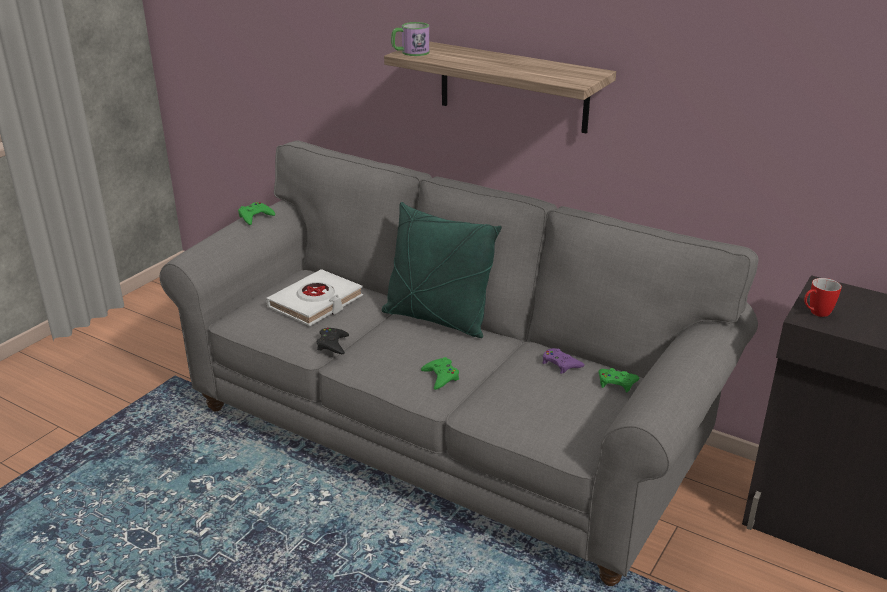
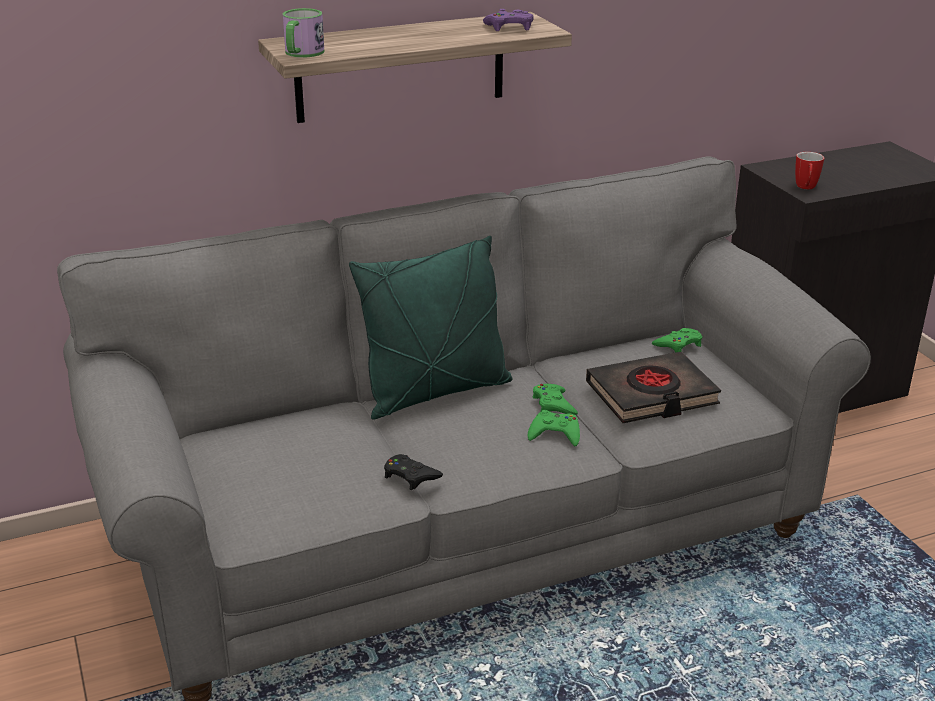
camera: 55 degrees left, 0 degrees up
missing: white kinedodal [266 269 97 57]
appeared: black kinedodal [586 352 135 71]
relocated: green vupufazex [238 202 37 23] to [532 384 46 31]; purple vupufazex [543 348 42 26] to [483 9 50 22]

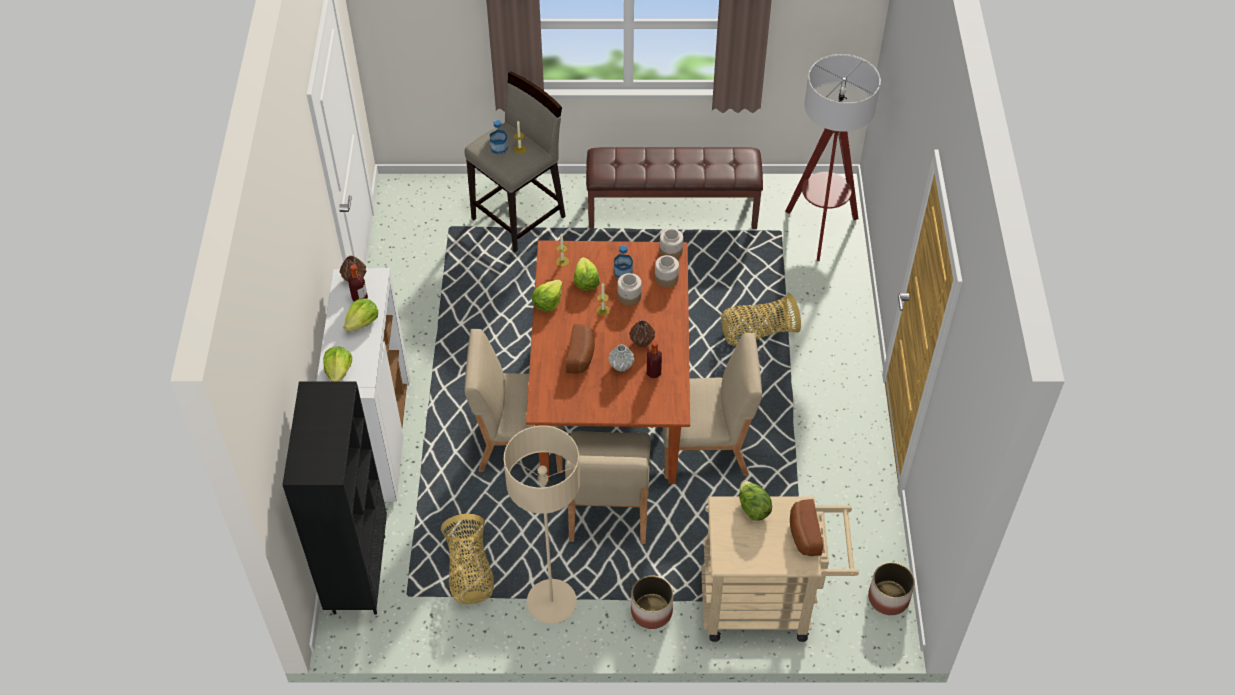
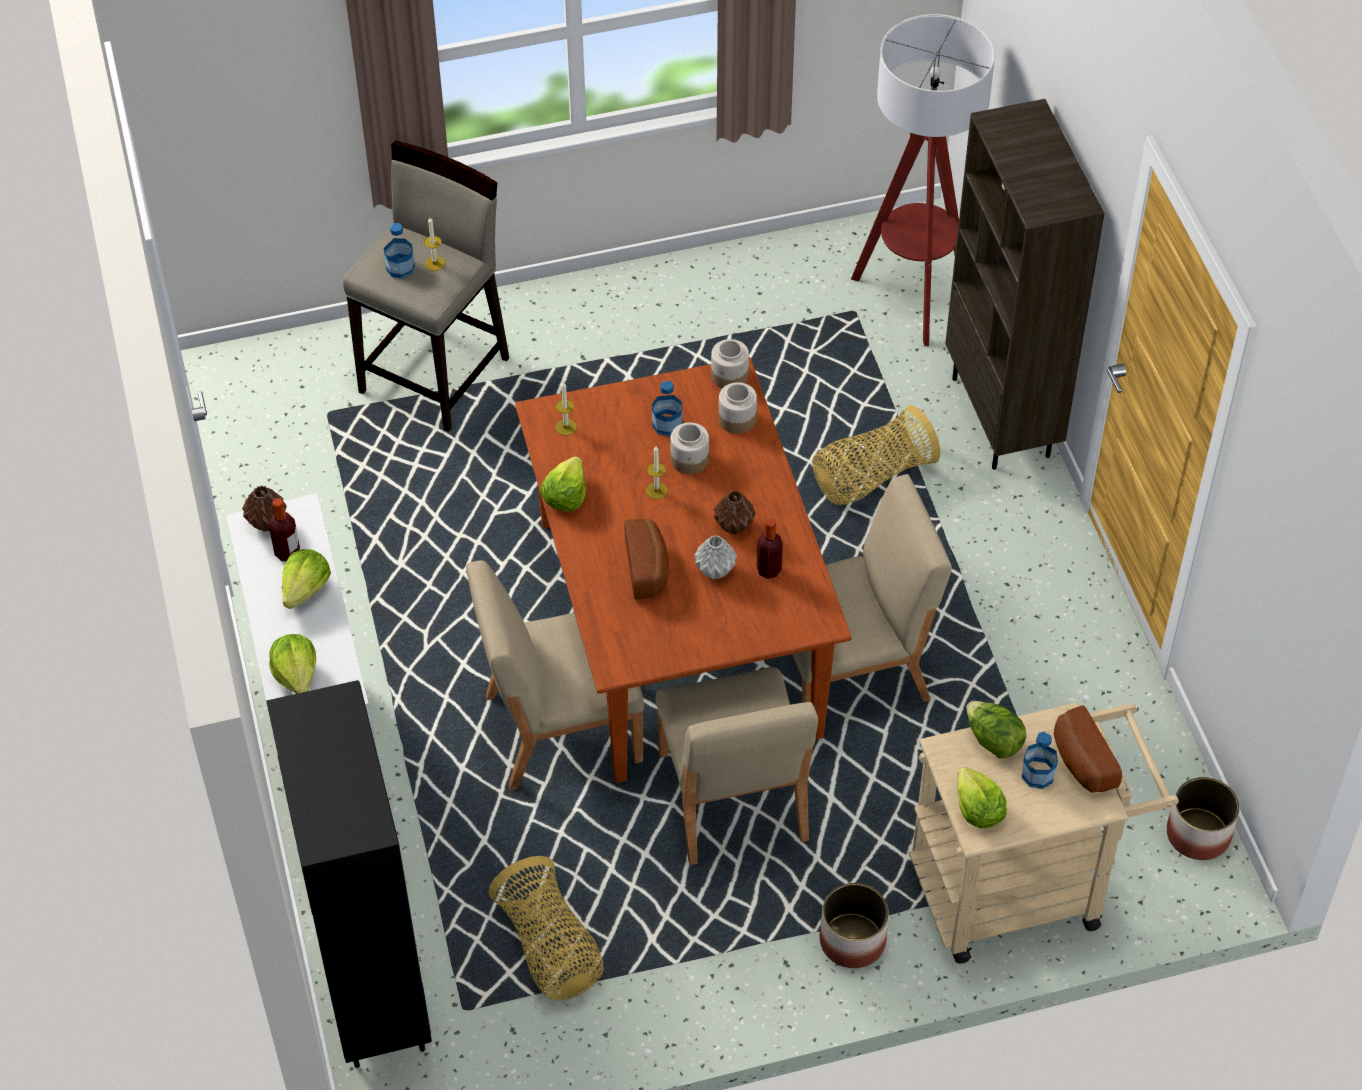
camera: 15 degrees left, 0 degrees up
missing: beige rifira [504 426 76 198]; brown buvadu [586 147 177 82]
appeared: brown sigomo [945 99 160 371]; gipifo [1022 731 36 58]
relocated: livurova [574 257 26 34] to [957 767 50 61]

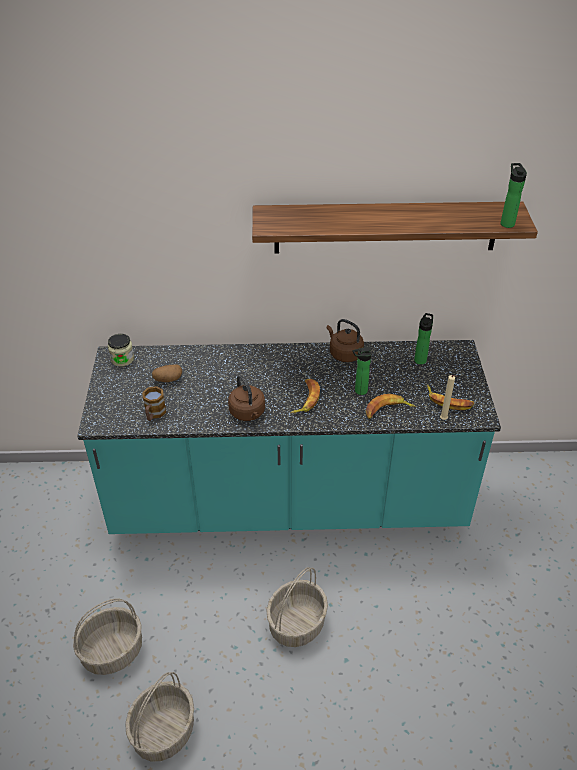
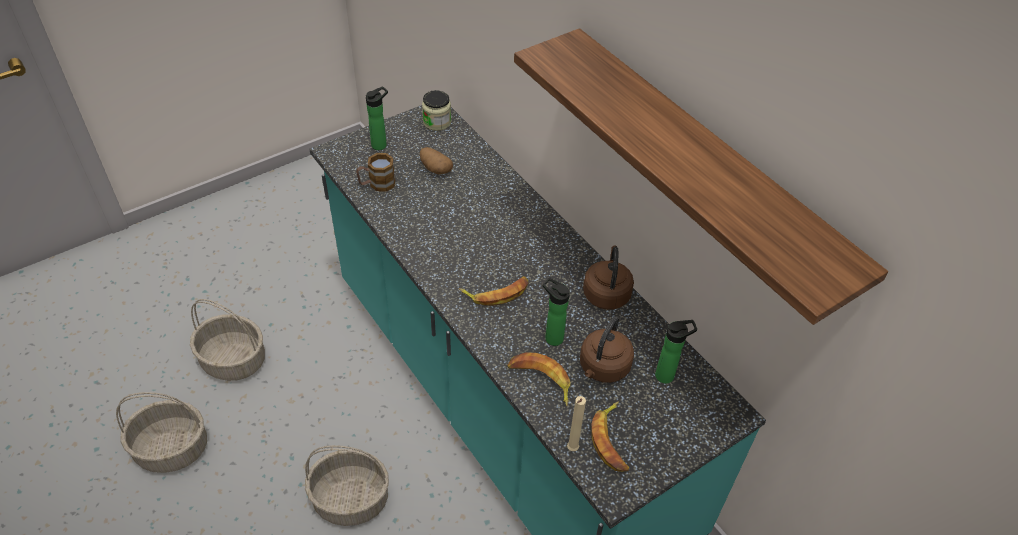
camera: 55 degrees right, 5 degrees up
relocated: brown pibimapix [228 375 37 46] to [580 316 54 67]; gipifo [501 163 26 65] to [366 86 22 64]

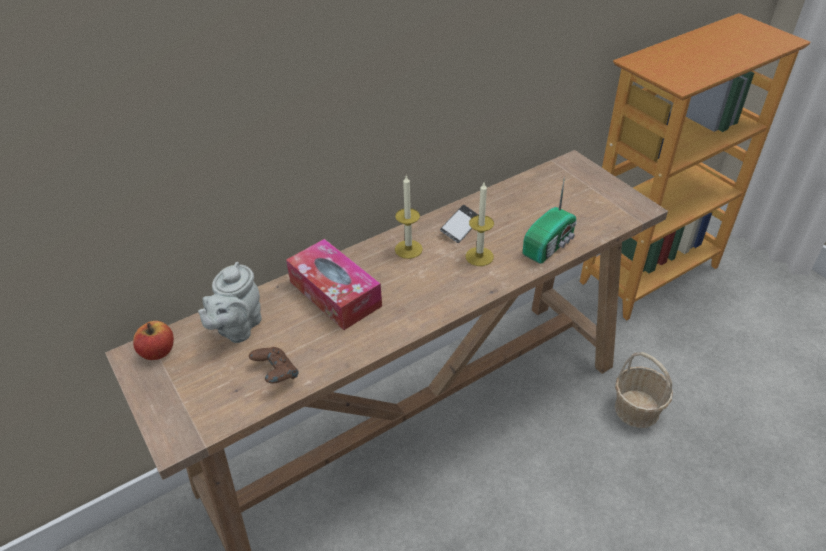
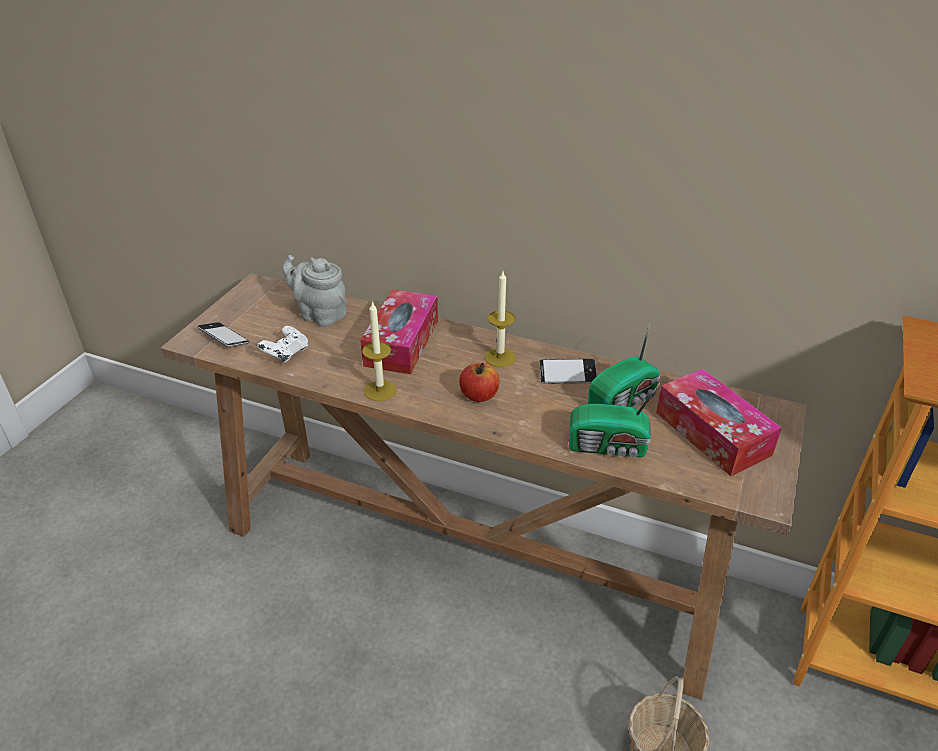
camera: 55 degrees right, 5 degrees down
appeared: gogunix [198 322 52 25]; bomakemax [588 323 72 84]; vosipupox [656 368 126 108]
relocated: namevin [133 321 41 39] to [459 363 41 39]; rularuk [466 183 28 83] to [362 301 35 100]
colour: brown vupufazex [249 347 50 37] to white vupufazex [258 326 50 37]
spun: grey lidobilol [198 262 64 81] = [282 255 65 72] 45 degrees clockwise

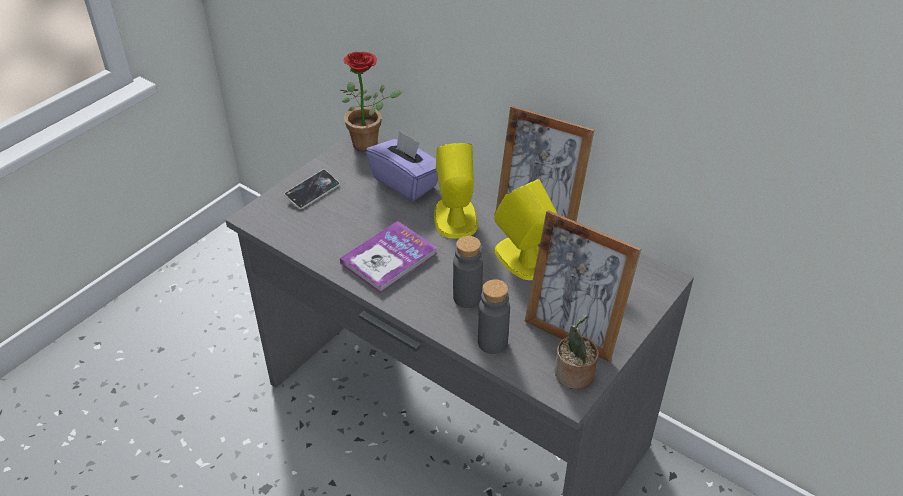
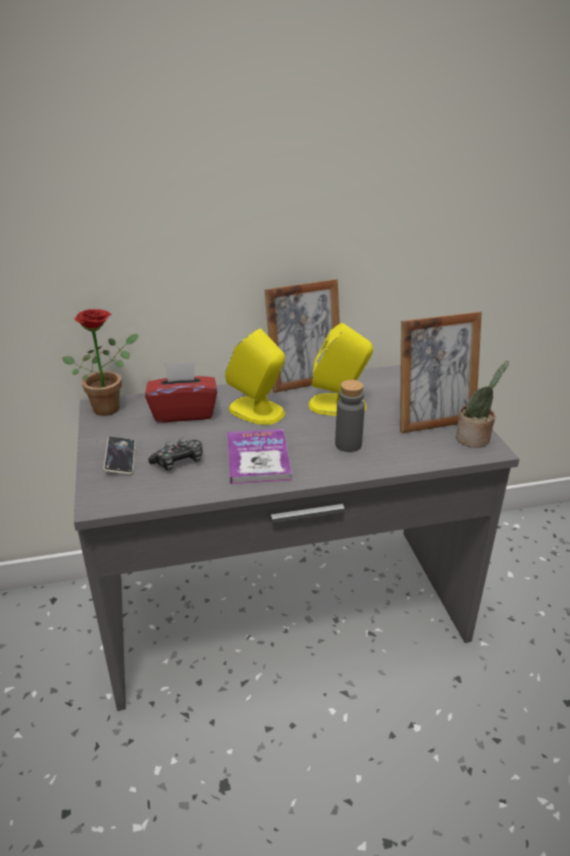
camera: 50 degrees left, 10 degrees down
missing: grey gipifo [478 279 32 75]
appeared: vupufazex [148 438 55 33]
colour: purple vosipupox [366 130 72 71] to red vosipupox [145 362 72 61]

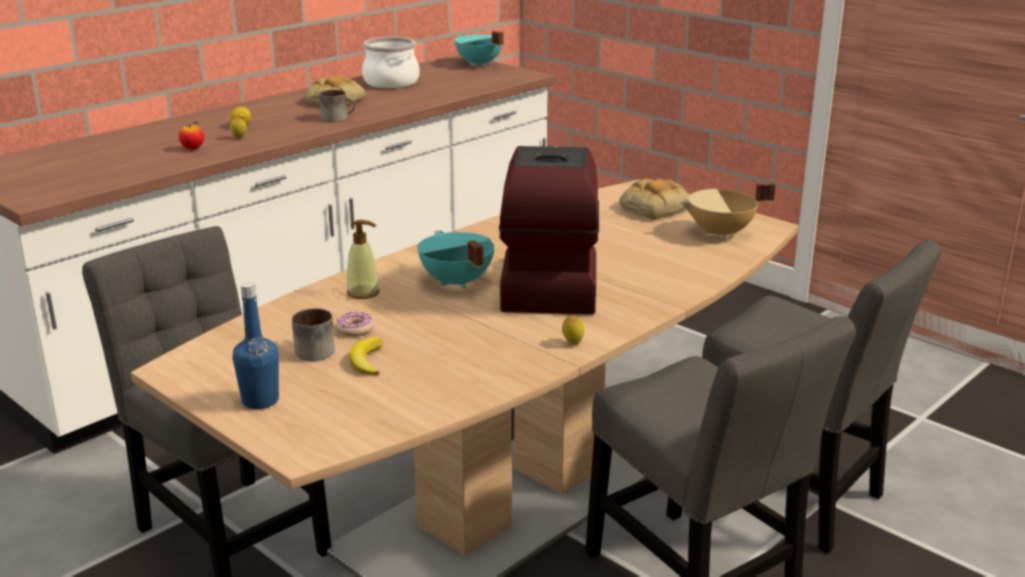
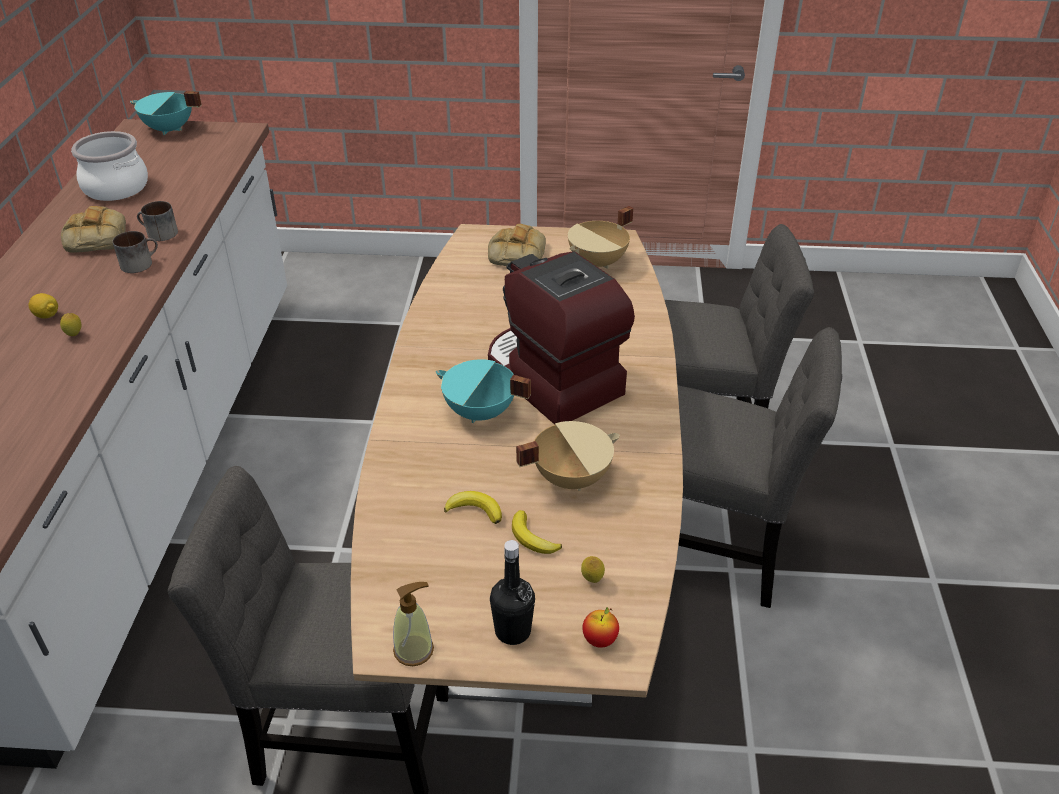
camera: 40 degrees left, 15 degrees up
appeared: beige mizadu [516 421 104 70]
relocated: namevin [179 121 25 29] to [582 607 37 41]; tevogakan [292 308 43 53] to [137 201 41 40]; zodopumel [347 220 33 79] to [393 582 41 84]; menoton [562 316 22 29] to [581 556 24 27]
exchanged: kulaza [336 312 38 25] to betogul [444 491 58 33]
colour: blue gipifo [233 282 46 127] to black gipifo [490 540 45 105]

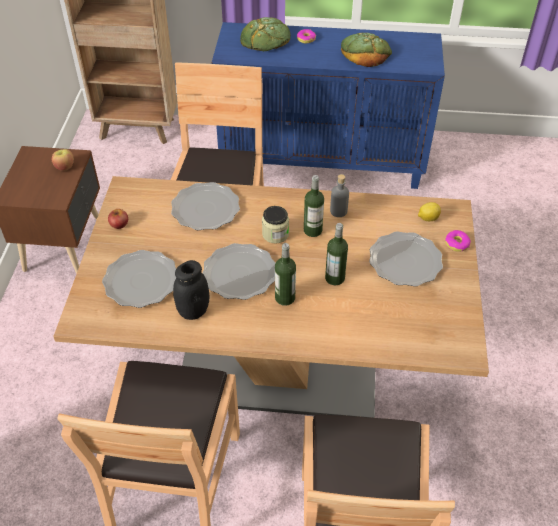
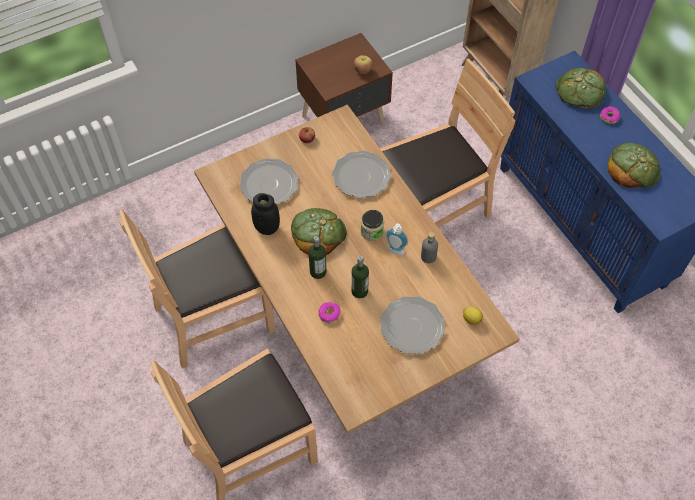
camera: 55 degrees right, 10 degrees up
relocated: kulaza [445 230 26 22] to [318 302 23 21]
exchanged: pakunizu [203 243 72 57] to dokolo [291 208 56 47]; gipifo [304 175 20 62] to zodopumel [385 223 23 32]

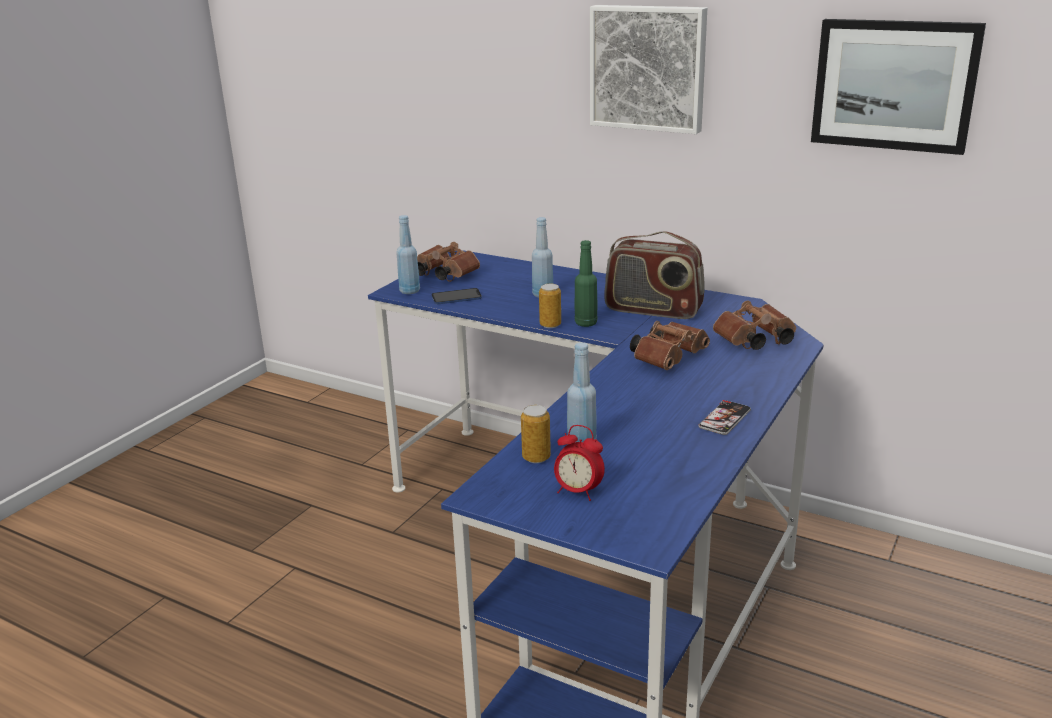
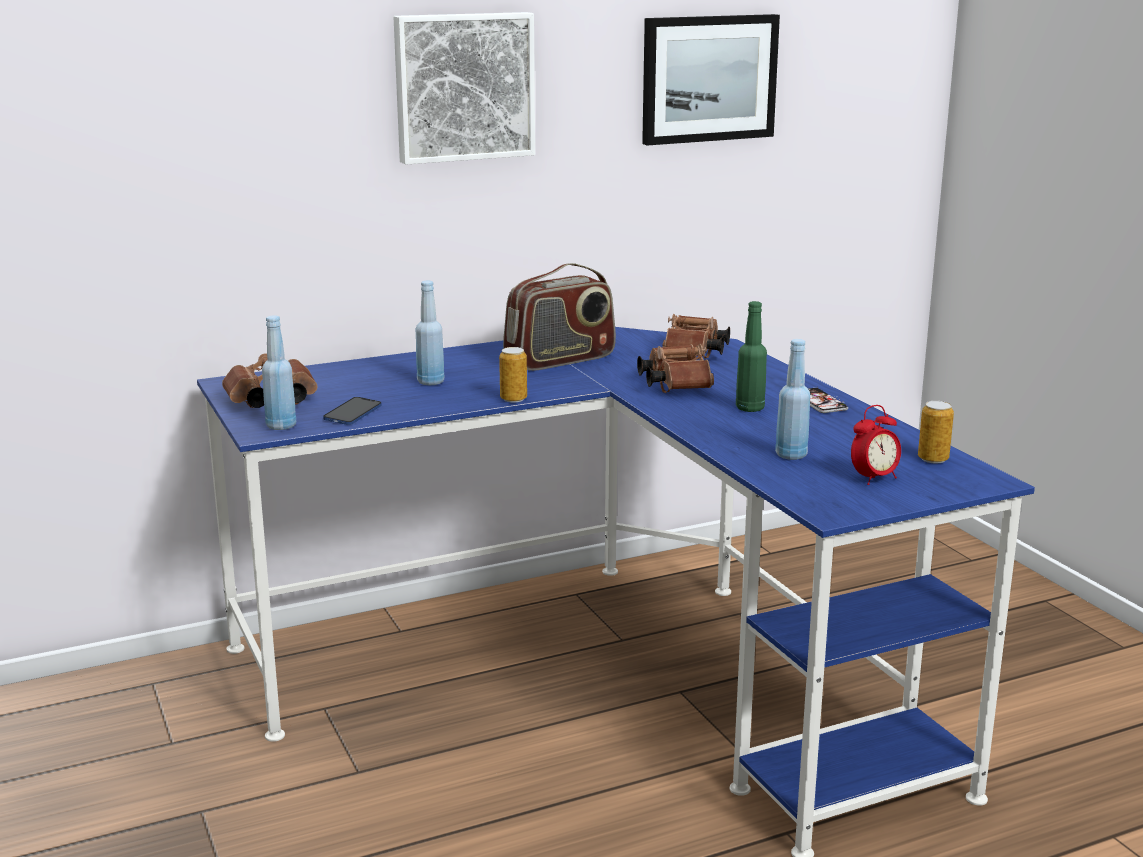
camera: 55 degrees left, 5 degrees down
relocated: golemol [521 405 30 58] to [918 401 36 63]; green gipifo [575 240 22 87] to [736 301 31 111]

